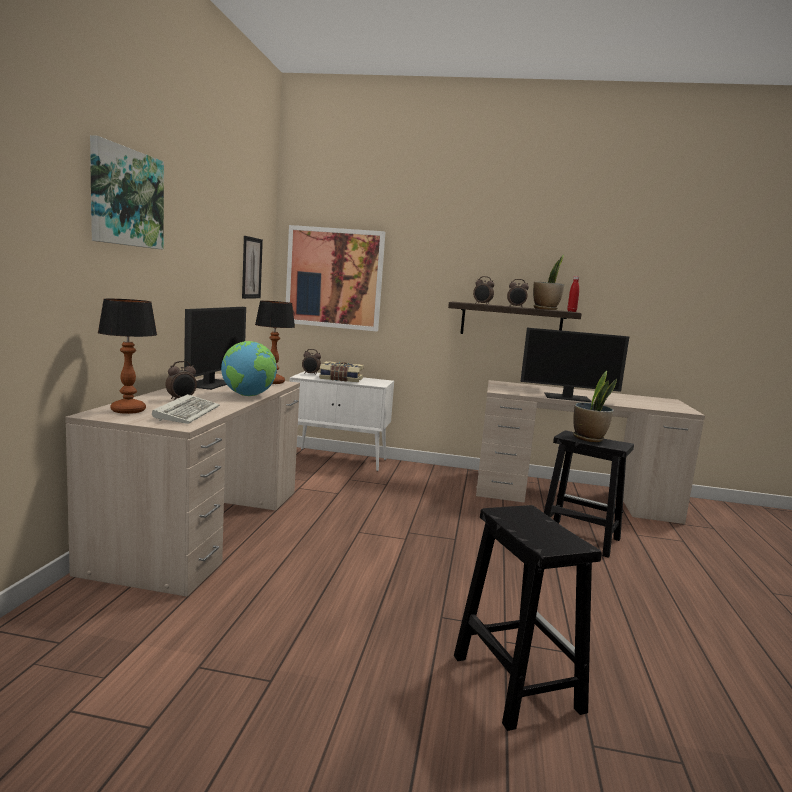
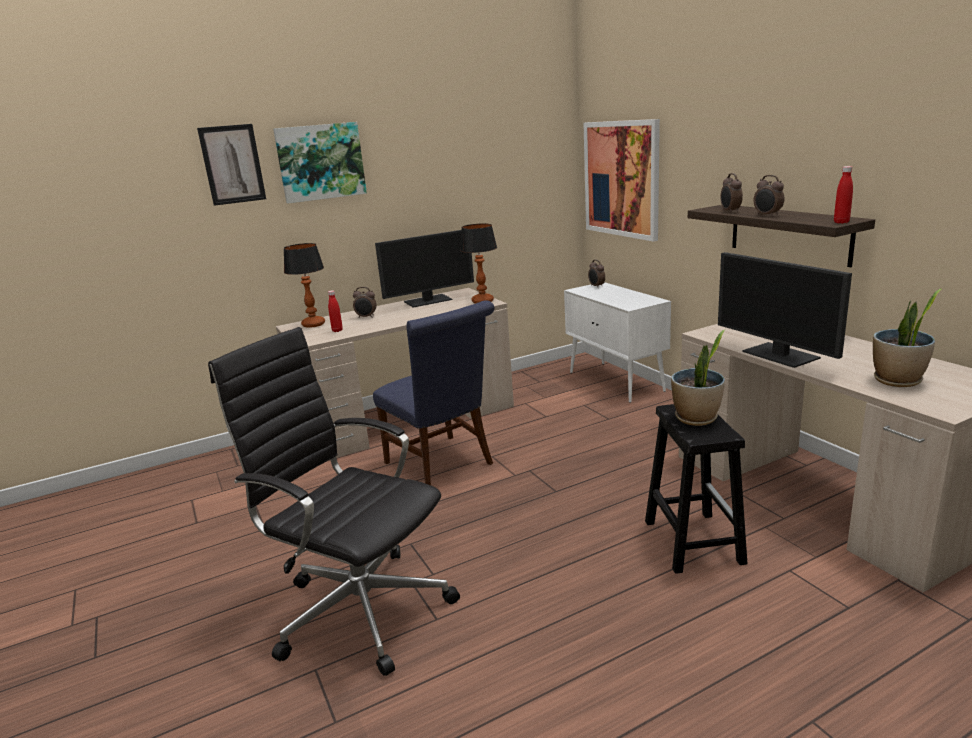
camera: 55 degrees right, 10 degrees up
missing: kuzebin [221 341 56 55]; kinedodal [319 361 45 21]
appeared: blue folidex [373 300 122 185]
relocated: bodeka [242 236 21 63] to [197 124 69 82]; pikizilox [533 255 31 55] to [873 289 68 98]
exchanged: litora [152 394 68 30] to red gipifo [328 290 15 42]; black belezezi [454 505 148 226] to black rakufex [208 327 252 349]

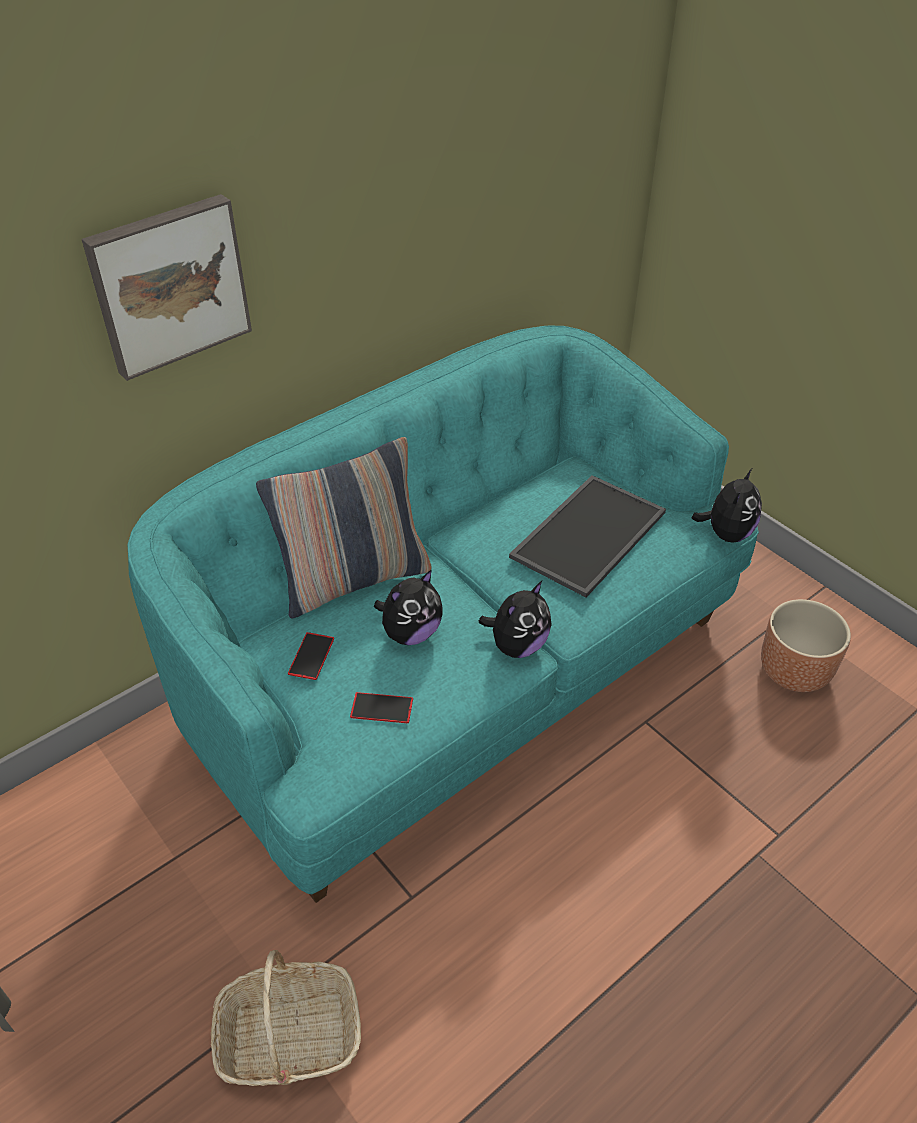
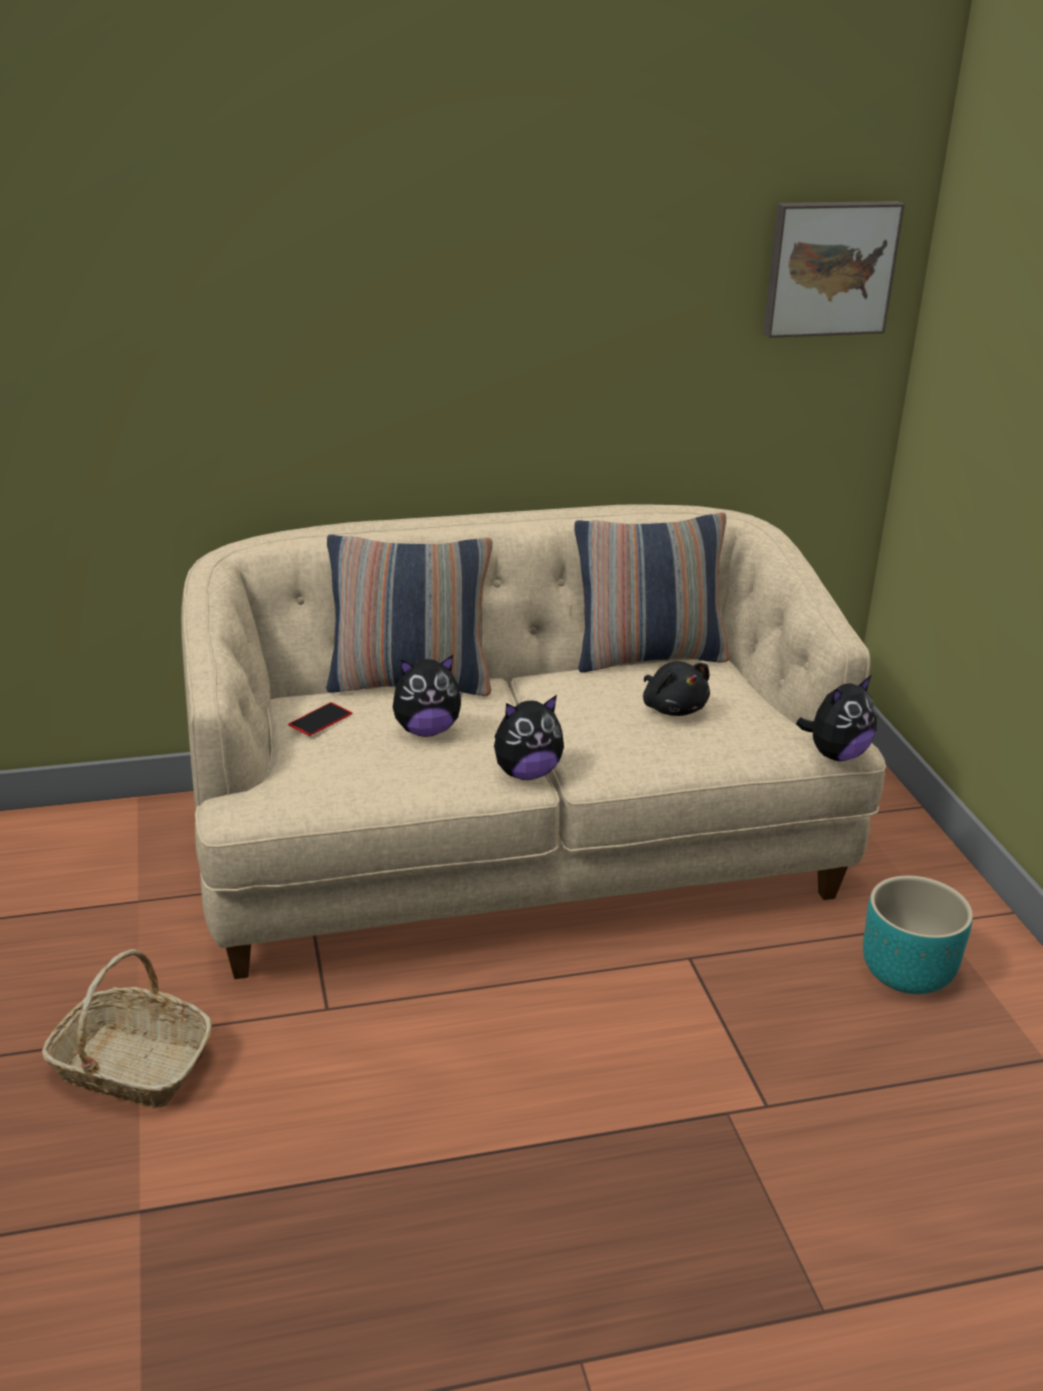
camera: 25 degrees right, 15 degrees down
missing: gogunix [350 692 63 31]
appeared: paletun [574 512 156 160]
relocated: bodeka [82 194 170 187] to [763 201 142 137]
exchanged: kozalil [509 475 157 123] to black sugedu [643 661 67 55]
colour: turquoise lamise [128 326 631 577] to beige lamise [181 504 705 475]; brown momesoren [761 599 90 93] to turquoise momesoren [863 876 110 118]

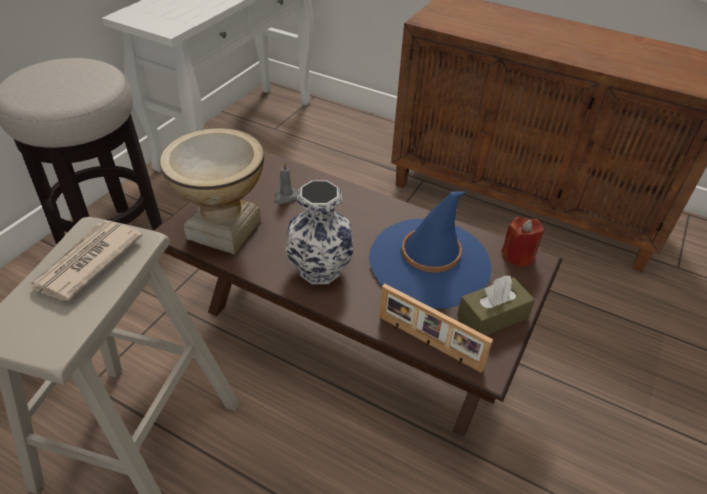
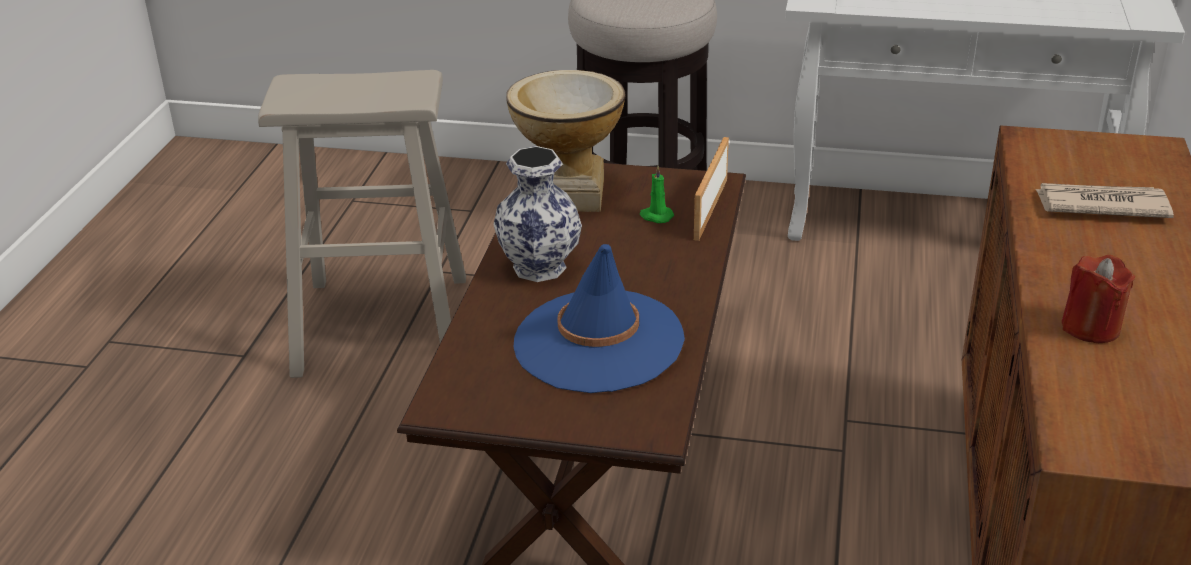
camera: 75 degrees right, 10 degrees down
missing: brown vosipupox [457 275 78 60]
relocated: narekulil [29 220 113 81] to [1035 183 139 35]; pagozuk [379 284 114 89] to [694 137 35 104]; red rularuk [501 217 44 50] to [1061 255 74 88]
colour: grey rularuk [274 162 23 42] to green rularuk [640 166 34 57]

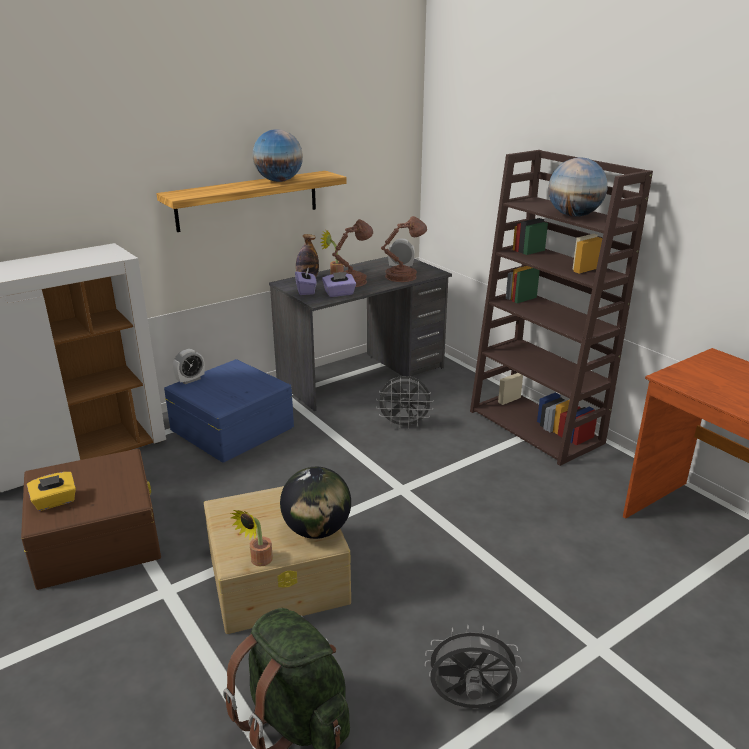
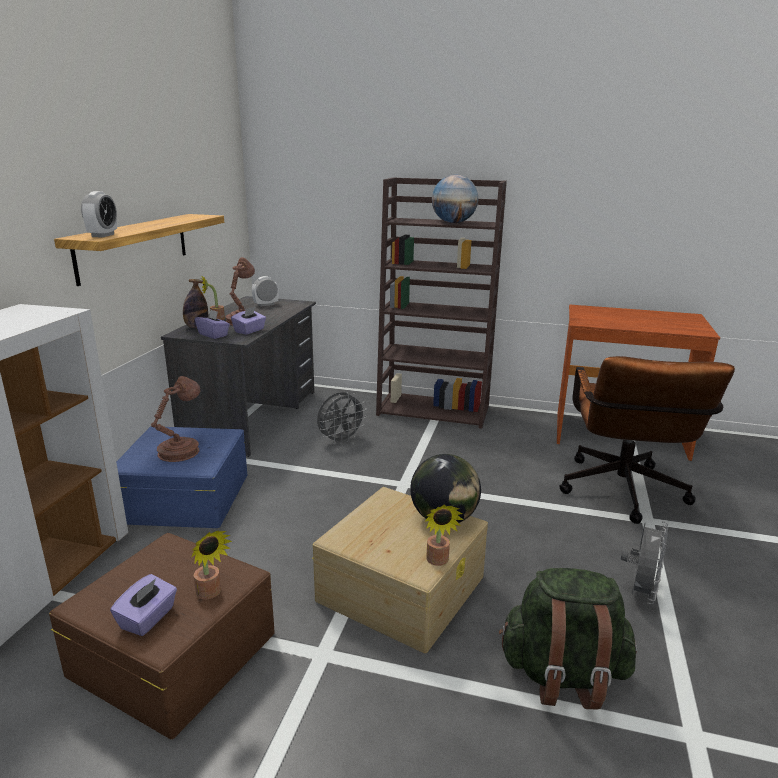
camera: 40 degrees left, 5 degrees down
missing: kuzebin [252 129 51 53]
appeared: pikizilox [191 530 42 69]; brown rakufex [559 356 176 168]
relocated: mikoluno [173 349 32 35] to [81 191 36 46]; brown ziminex [381 216 46 66] to [151 376 50 86]
colour: yellow vosipupox [27 472 49 39] to purple vosipupox [110 574 67 62]
spun: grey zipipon [425 625 97 83] = [621 521 47 83] 150 degrees clockwise

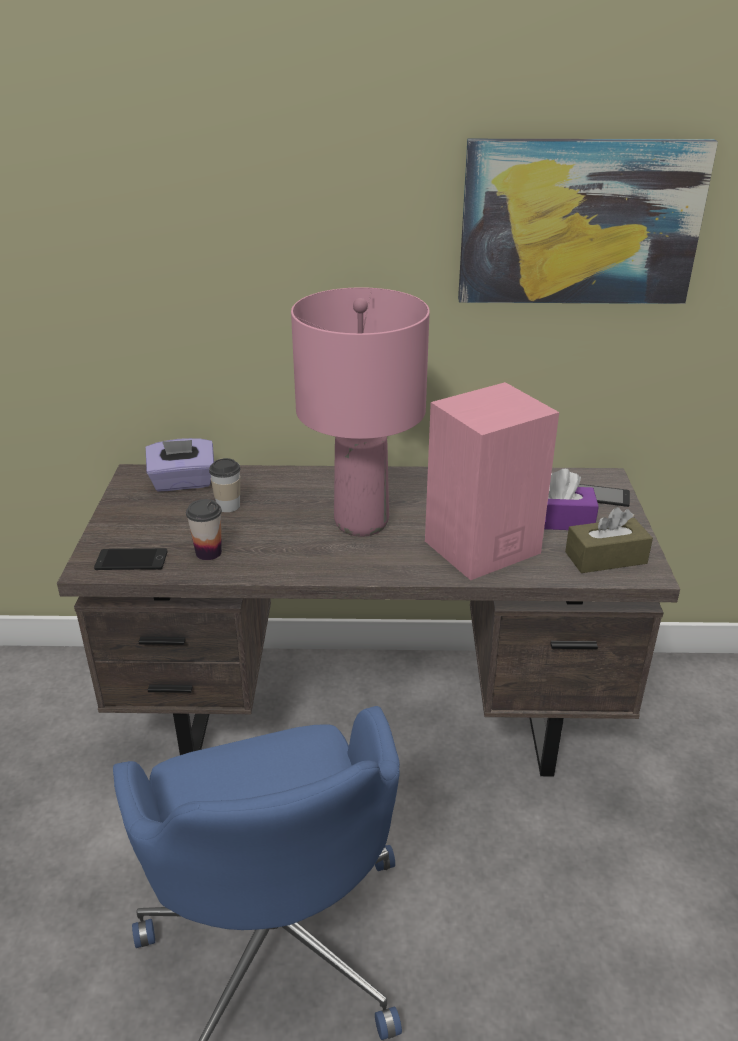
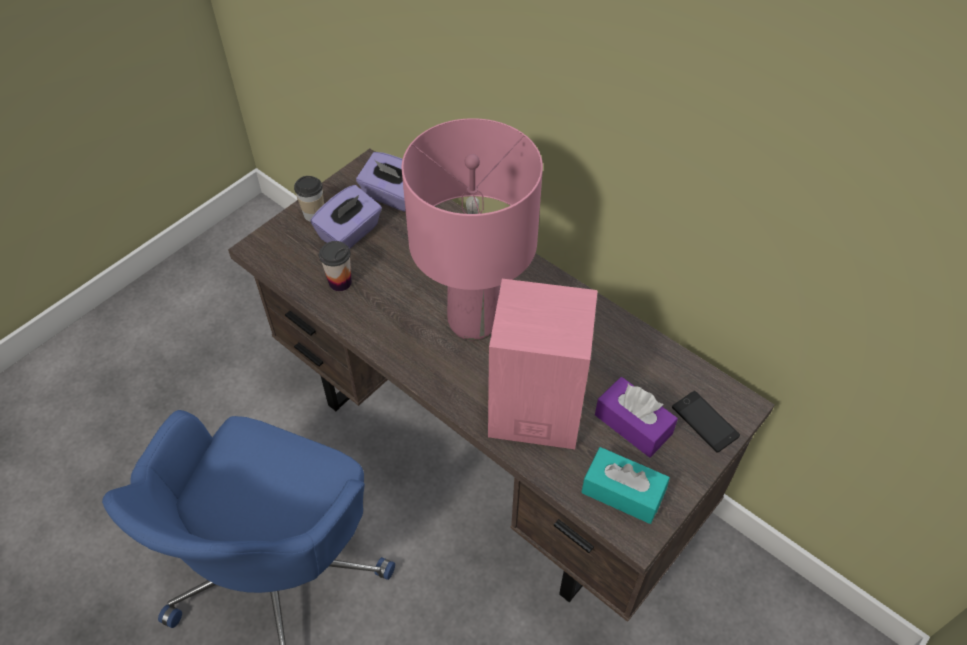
camera: 40 degrees right, 20 degrees up
missing: gogunix [94 548 74 22]; bodeka [458 139 260 165]
appeared: purple vosipupox [311 185 71 64]
relocated: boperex [209 458 31 54] to [294 176 30 46]
colour: brown vosipupox [565 507 88 66] to turquoise vosipupox [582 447 88 77]

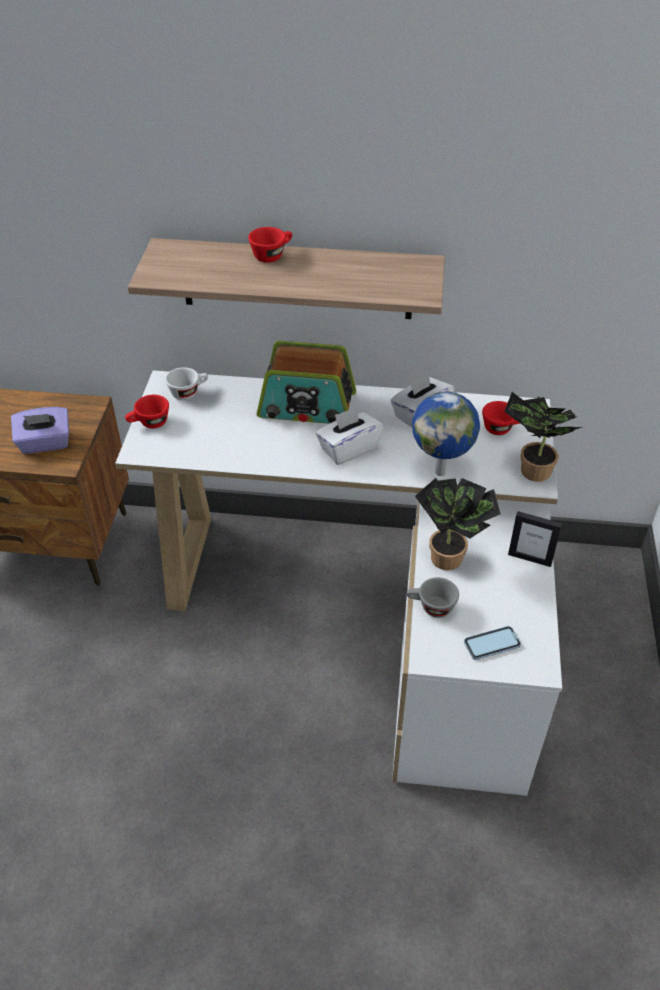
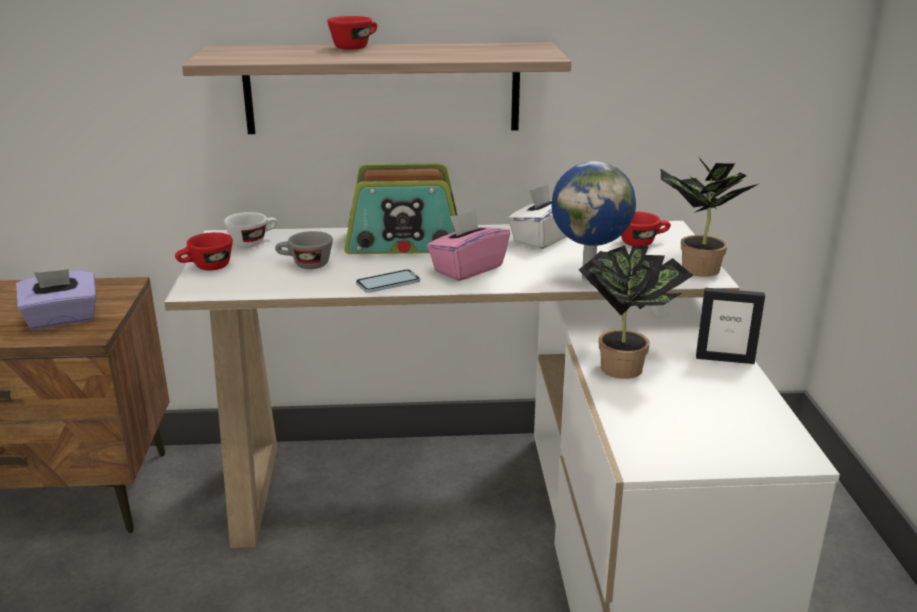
camera: 10 degrees left, 20 degrees down
relocated: grey boperex [407 577 52 41] to [275 231 58 38]; gogunix [464 626 57 34] to [356 269 64 24]
colour: white vosipupox [316 406 68 59] to pink vosipupox [427 209 83 72]

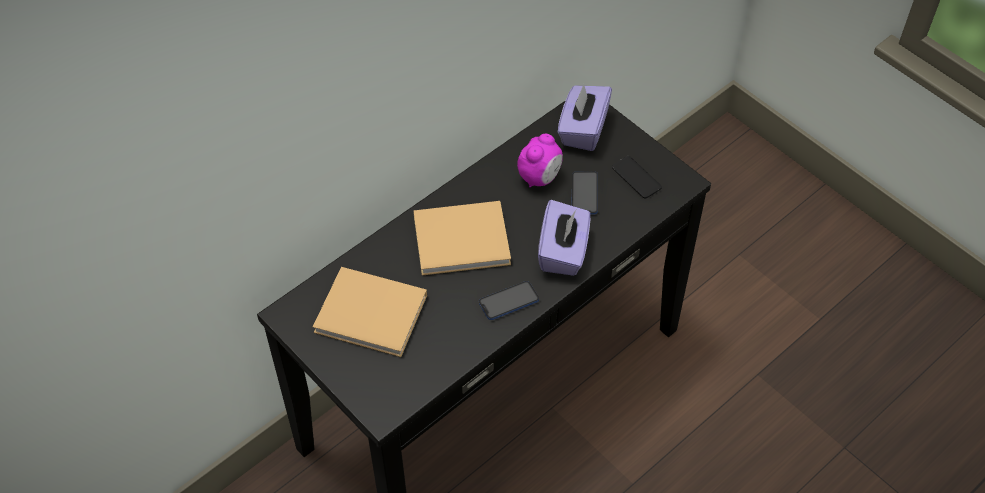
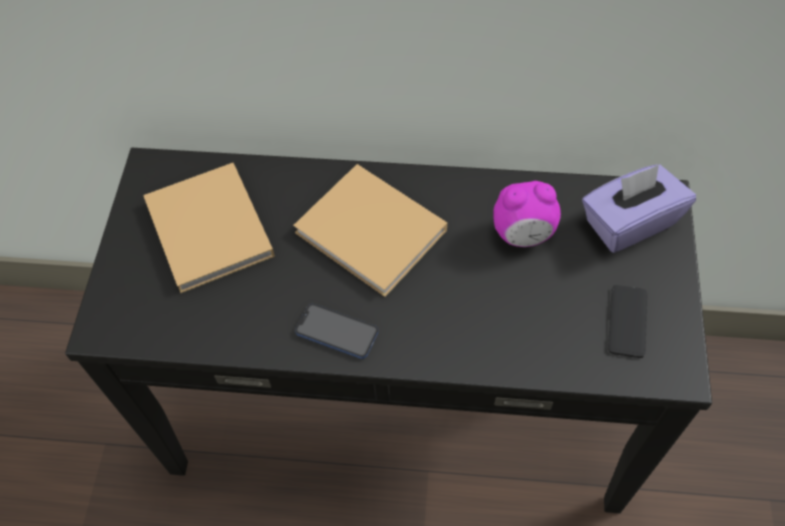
camera: 50 degrees right, 5 degrees up
missing: purple vosipupox [538 200 52 76]; gogunix [572 171 26 44]

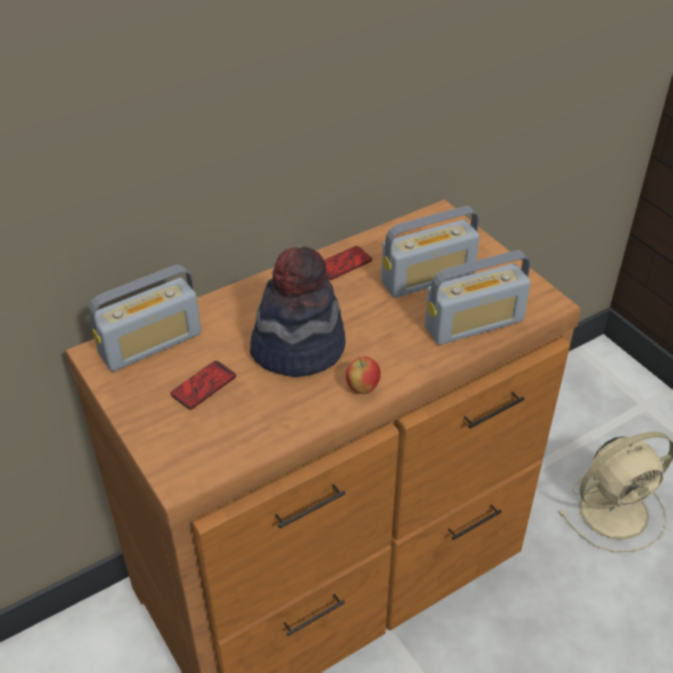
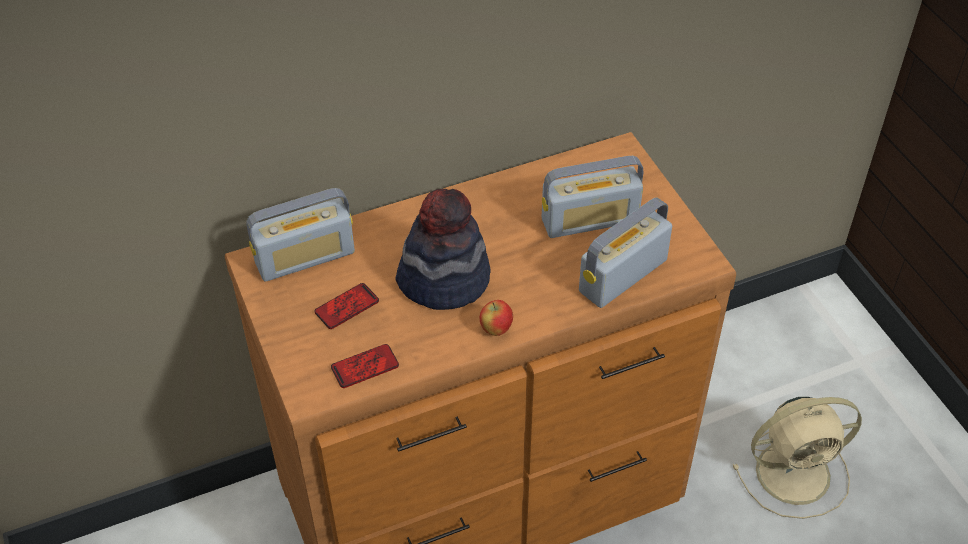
camera: 10 degrees right, 5 degrees up
relocated: gogunix [324 246 48 34] to [331 344 68 44]
spun: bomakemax [425 250 106 95] = [579 197 93 111] 150 degrees clockwise

